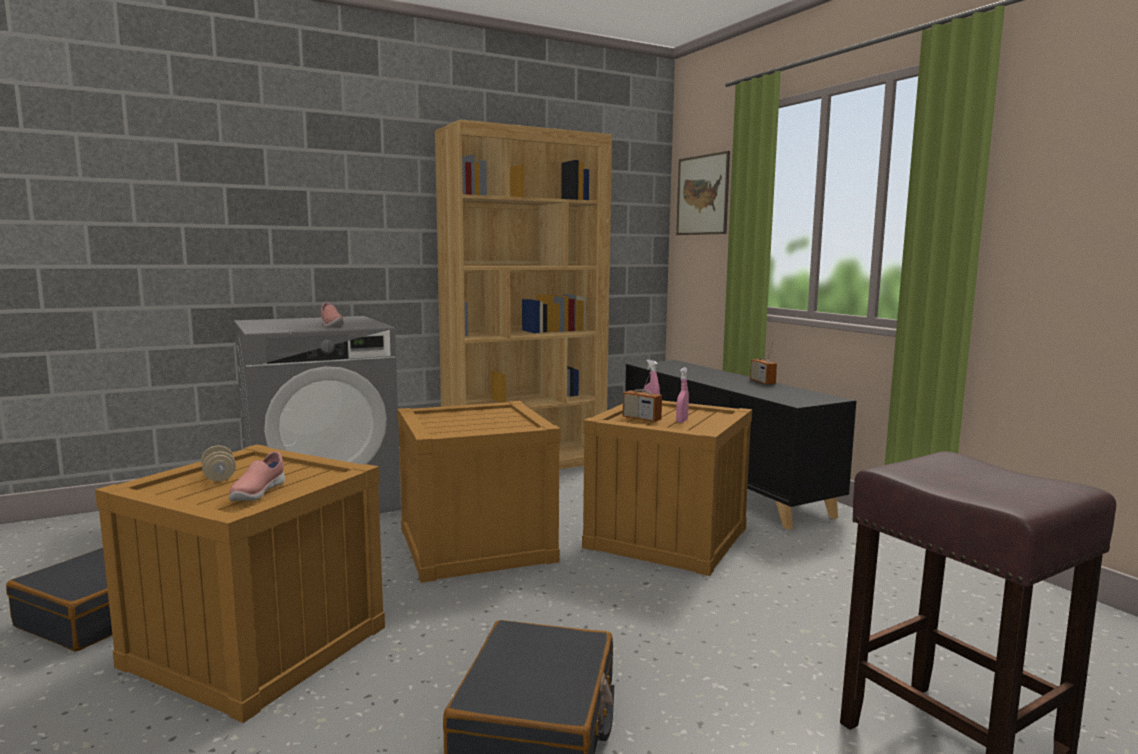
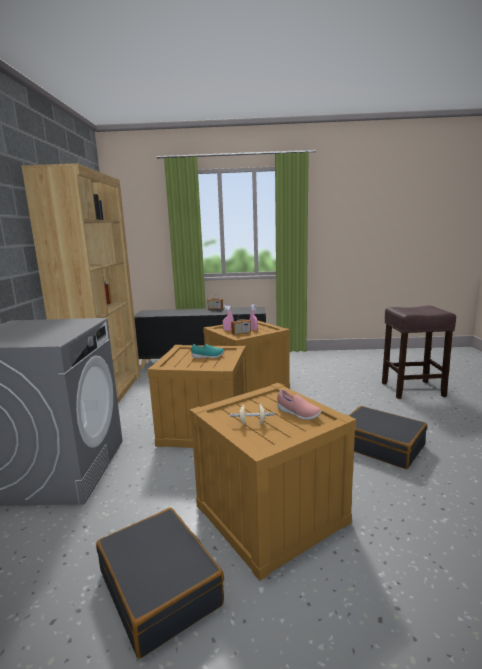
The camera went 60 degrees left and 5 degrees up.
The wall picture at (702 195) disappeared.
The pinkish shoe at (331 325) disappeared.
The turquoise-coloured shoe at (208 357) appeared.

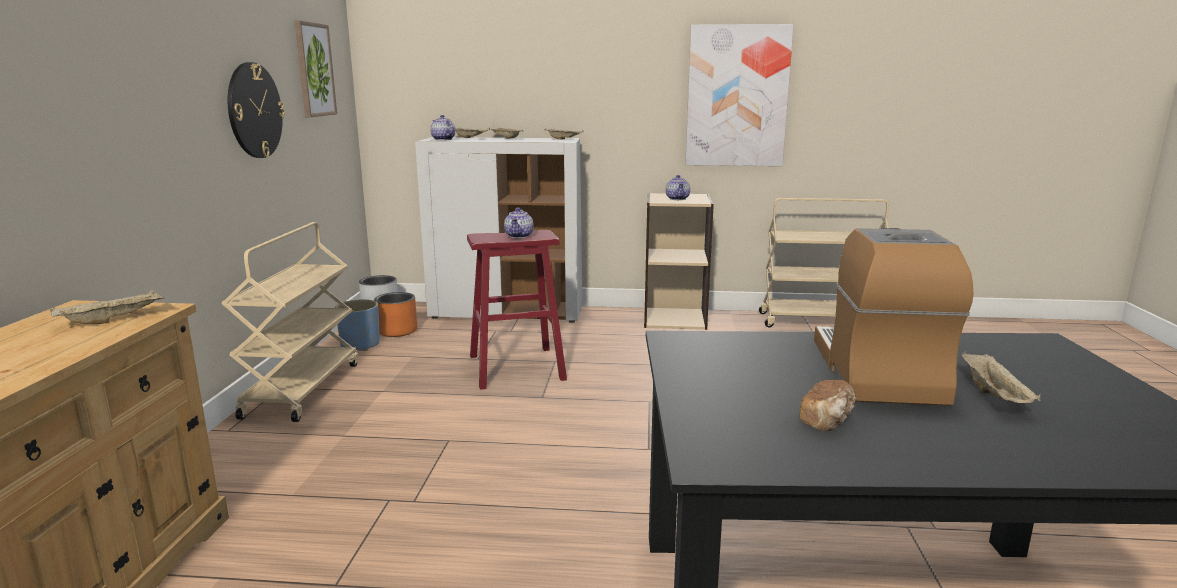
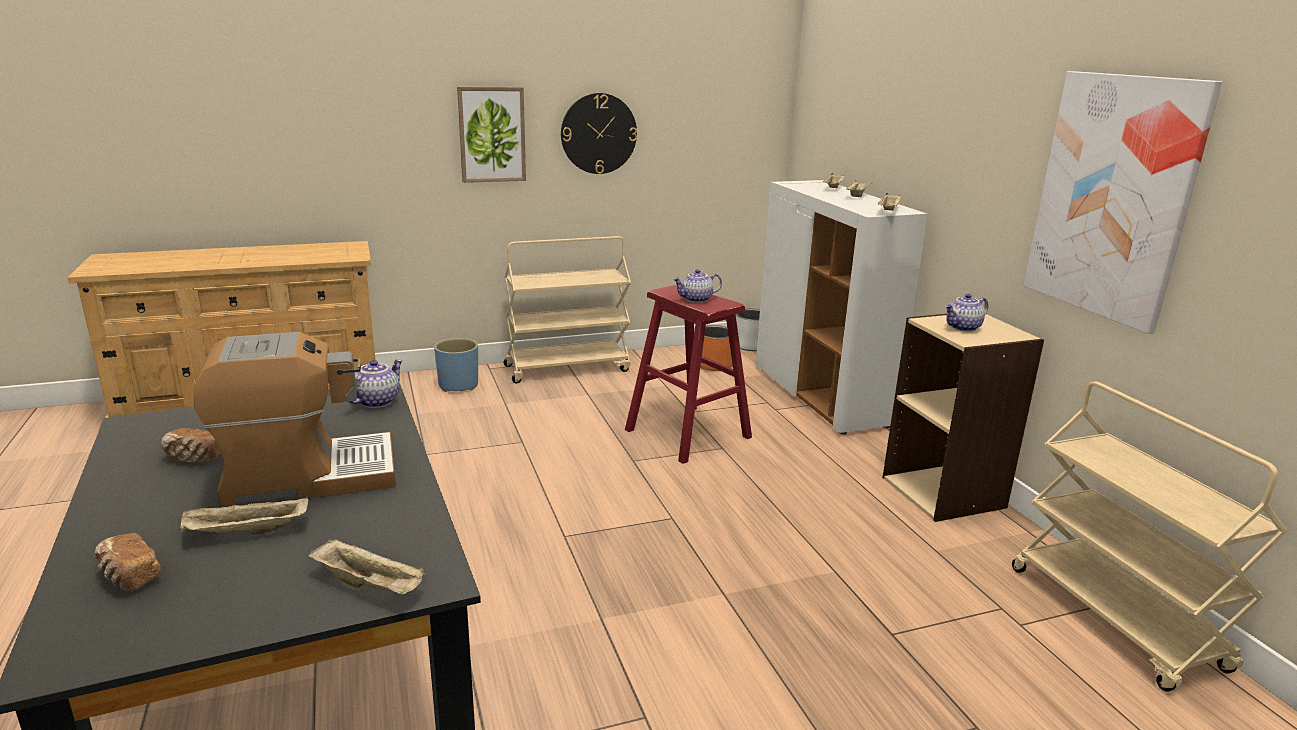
The camera went 65 degrees right and 5 degrees up.
The wall picture moved from (314 70) to (492 134).
The tea pot moved from (442 139) to (376 401).
The beige-coloured tray moved from (113 319) to (370 585).
The bluish plant pot moved from (360 345) to (459 385).
The bread at (129 577) appeared.

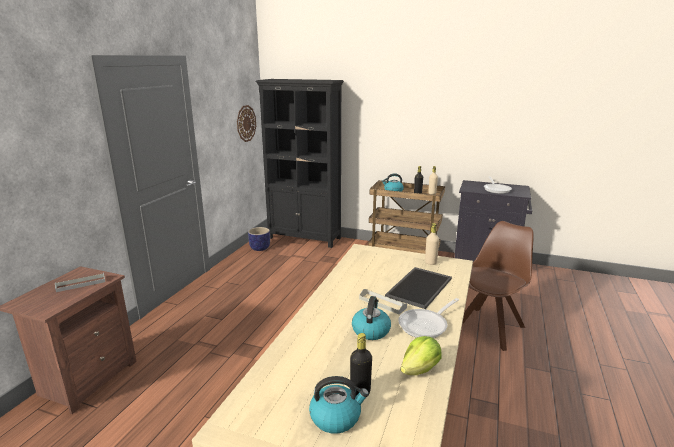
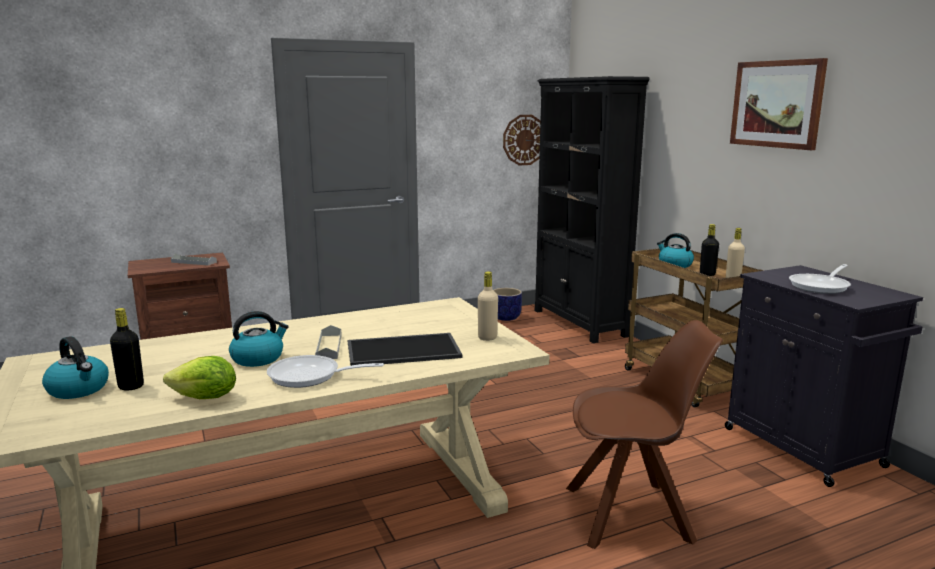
The camera went 45 degrees right and 5 degrees down.
The wall picture at (777 104) appeared.

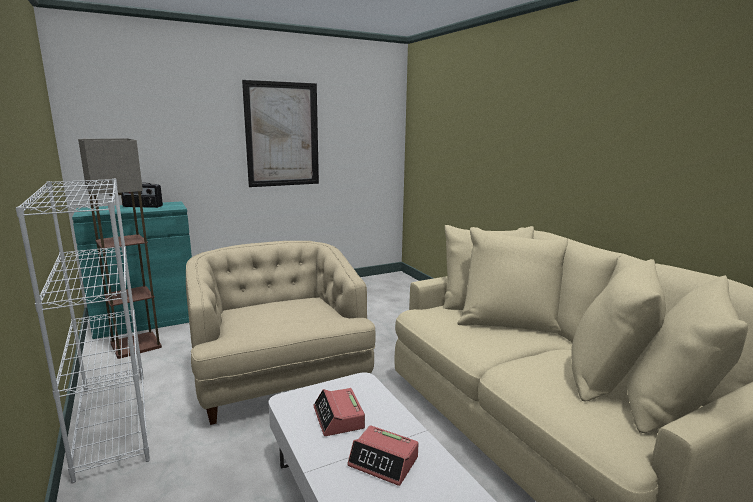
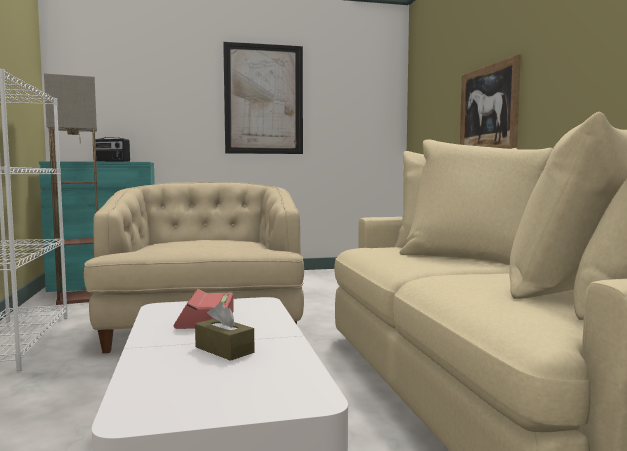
The camera went 15 degrees right and 10 degrees down.
The alarm clock at (384 462) was replaced by the brownish tissue holder at (224 350).
The wall picture at (488 109) appeared.

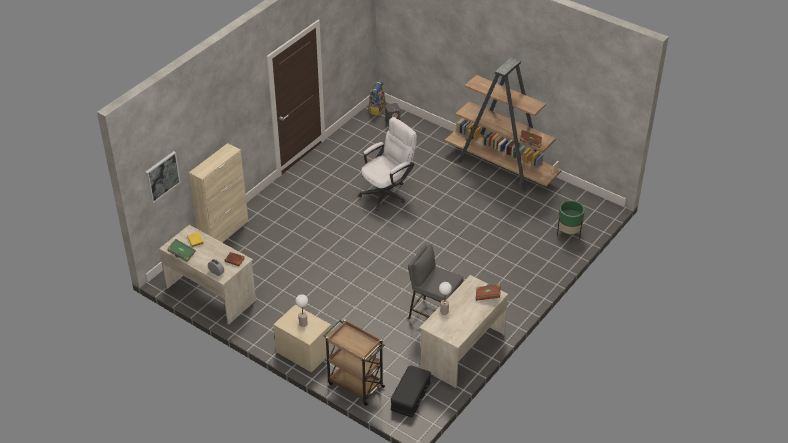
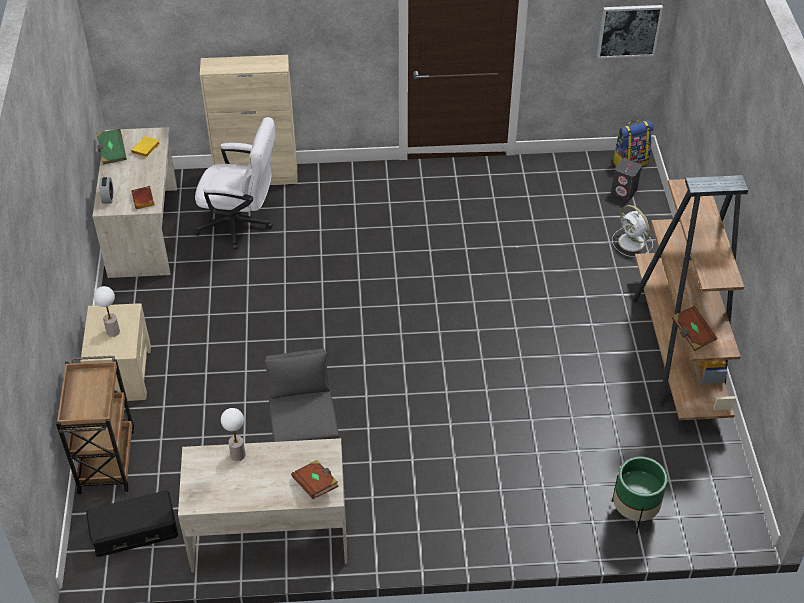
The camera went 50 degrees right and 5 degrees up.
The white-coloured desk chair moved from (387 192) to (241 224).
The wall picture moved from (162 176) to (628 30).
The white-coloured fan at (632 243) appeared.

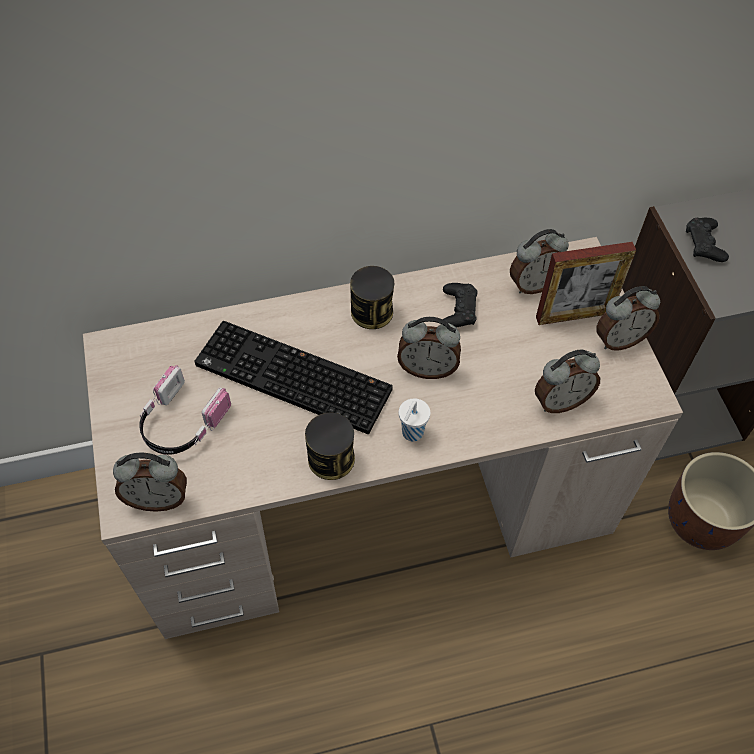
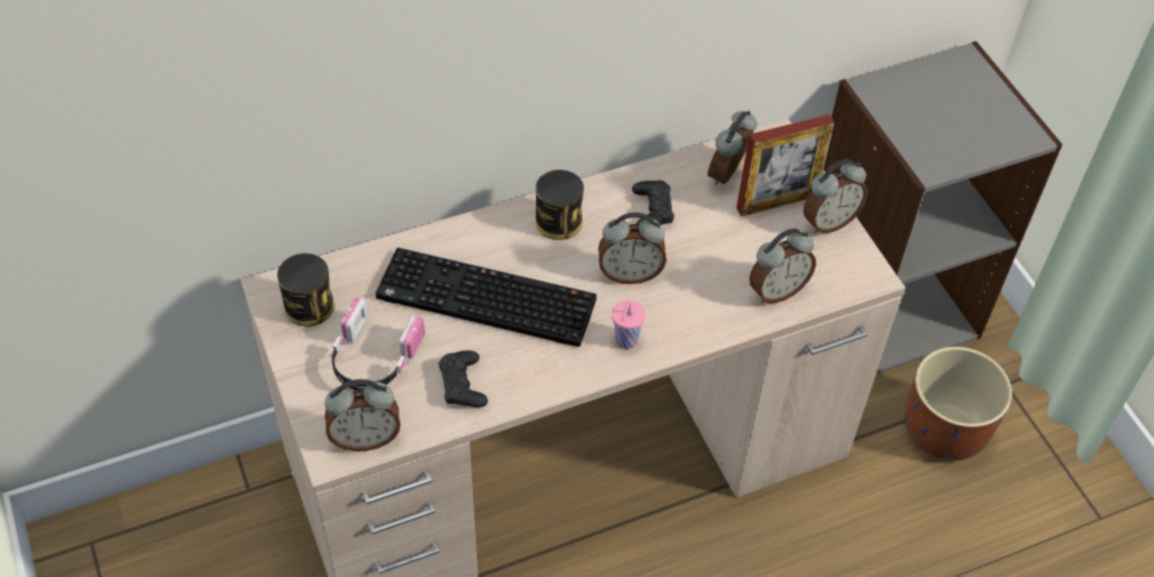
The camera went 10 degrees left and 5 degrees down.
The black-coloured gamepad moved from (704 244) to (463 384).
The alarm clock at (534 284) turned 150 degrees clockwise.
The white-coloured small cup at (411 433) became the pinkish small cup at (625 341).
The sealed can moved from (331 459) to (309 306).

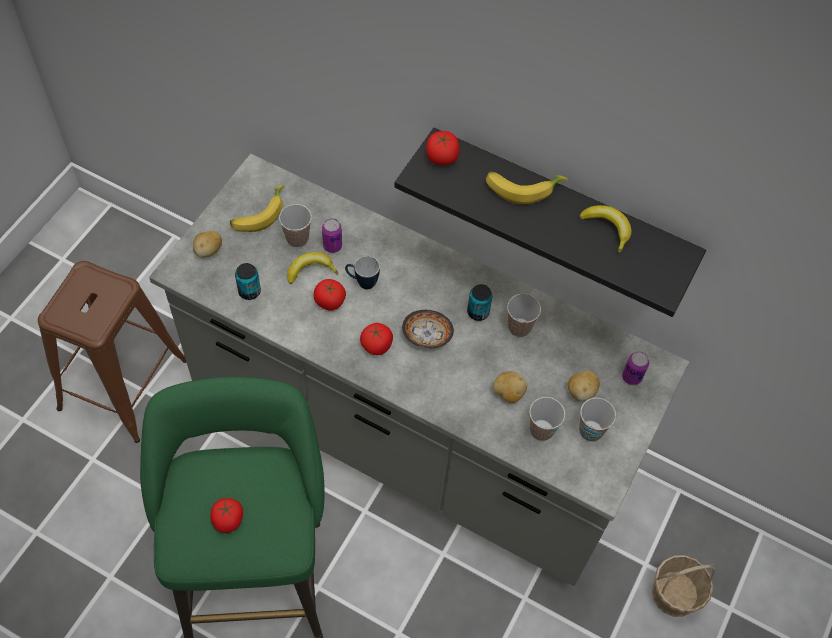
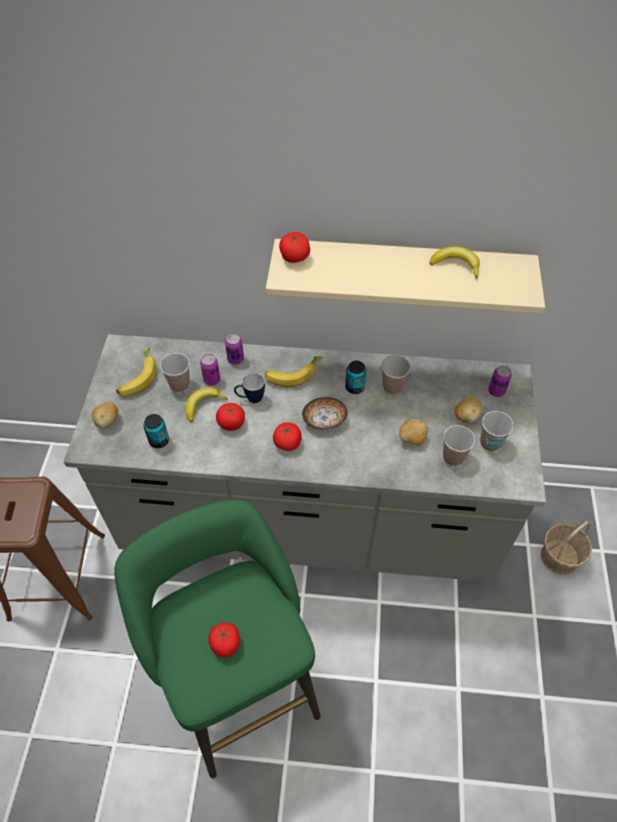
The camera went 20 degrees left and 5 degrees down.
The black-coloured shelf at (559 211) became the beige-coloured shelf at (401 274).
The banana fruit moved from (522 187) to (293 374).
The sealed can at (235 359) appeared.

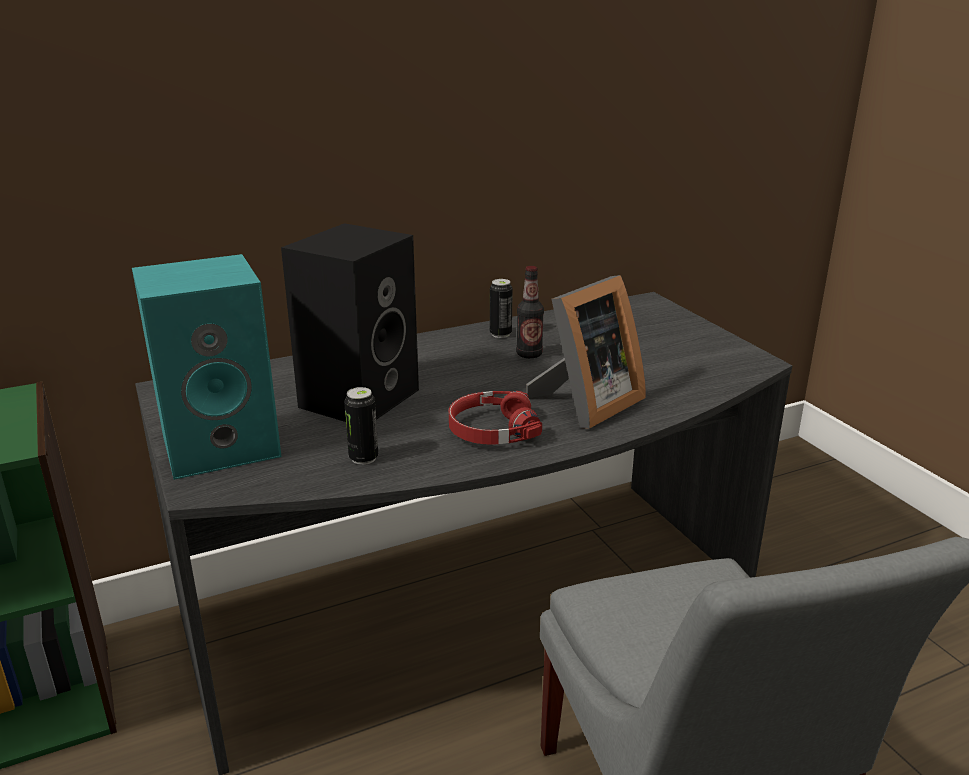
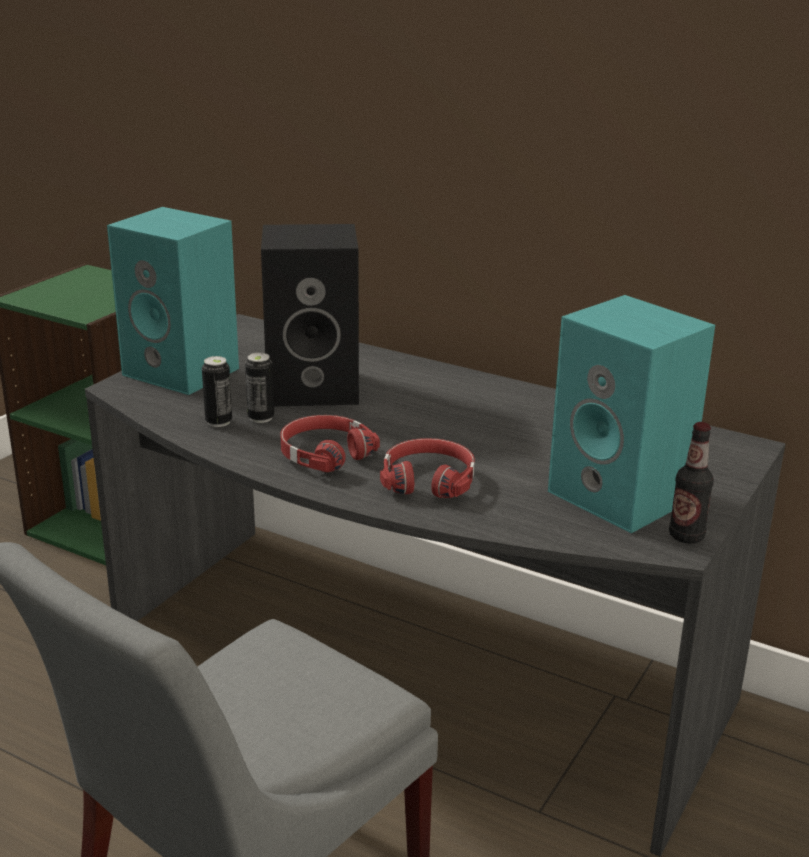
The camera went 55 degrees right and 0 degrees up.
The drink bottle moved from (529 354) to (686 536).
The photo frame at (585 404) was replaced by the red pair of headphones at (429 480).
The sealed can moved from (500 334) to (261 418).
The turquoise-coloured speaker at (623 496) appeared.

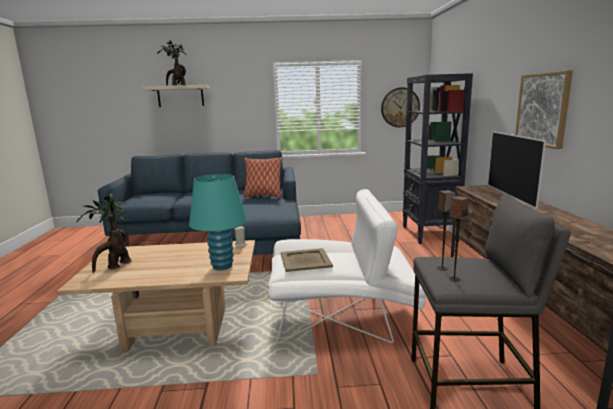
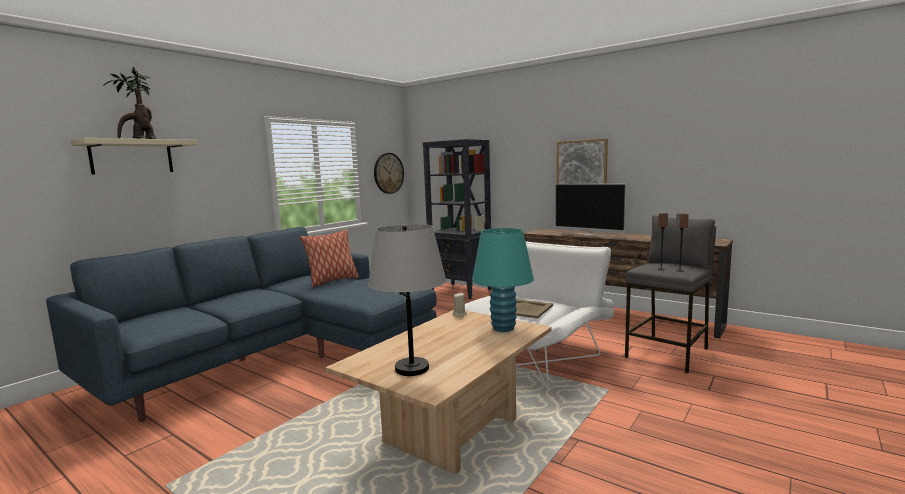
The camera went 50 degrees left and 5 degrees down.
The potted plant at (115 266) was replaced by the gray tabletop lamp at (412 368).

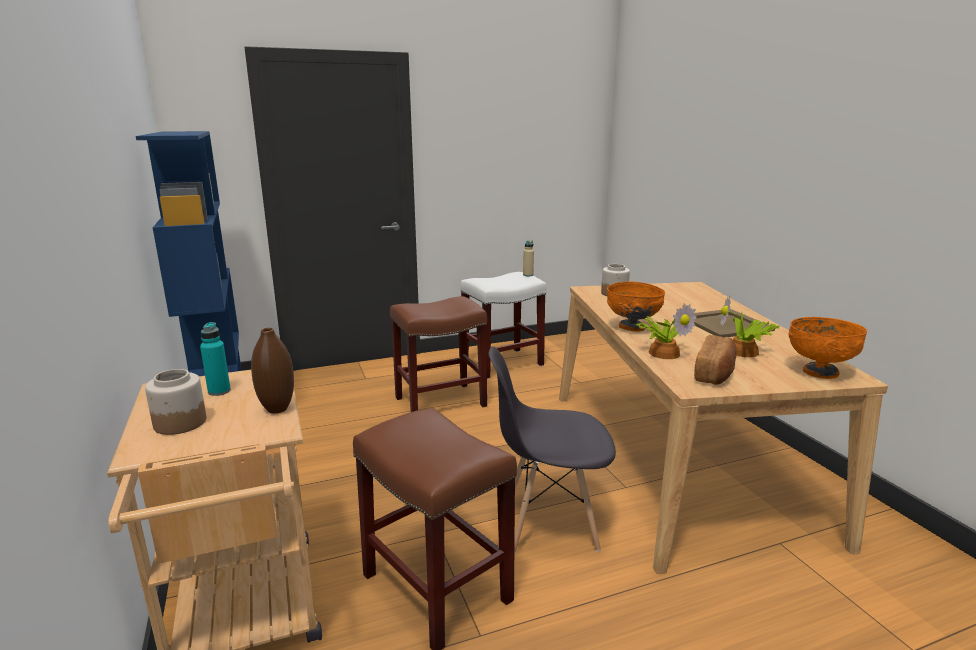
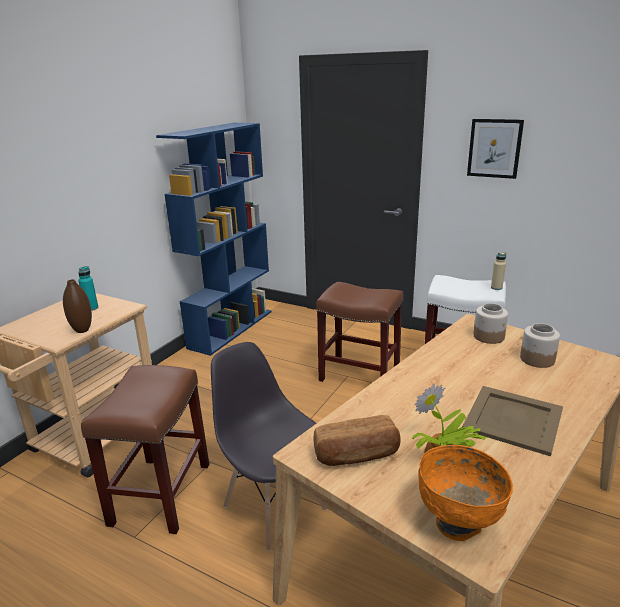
The camera went 50 degrees right and 5 degrees up.
The orange-coloured serving bowl at (632 328) disappeared.
The potted plant at (663 352) disappeared.
The preserve jar moved from (179 423) to (536 359).
The wall picture at (494 148) appeared.

